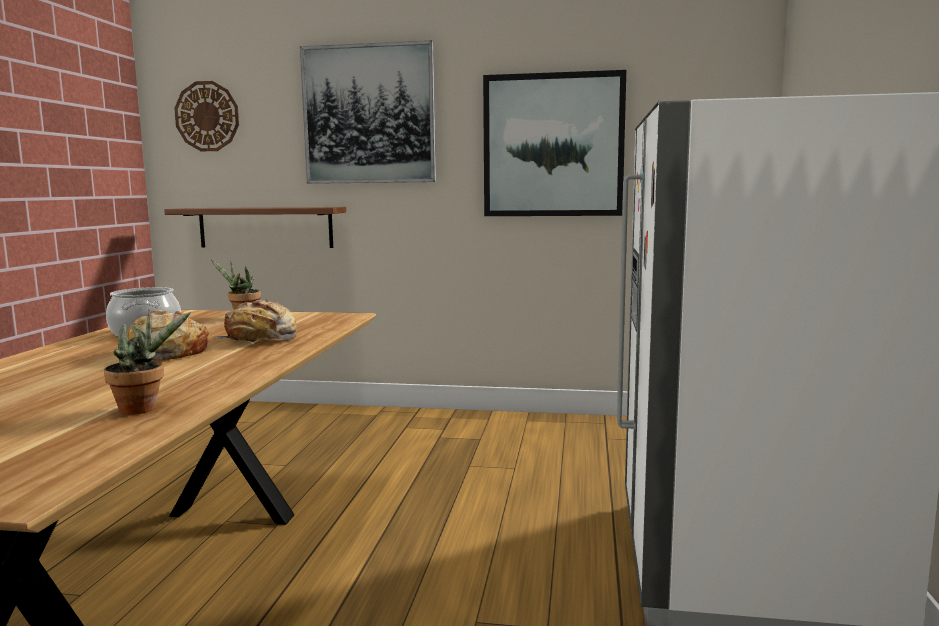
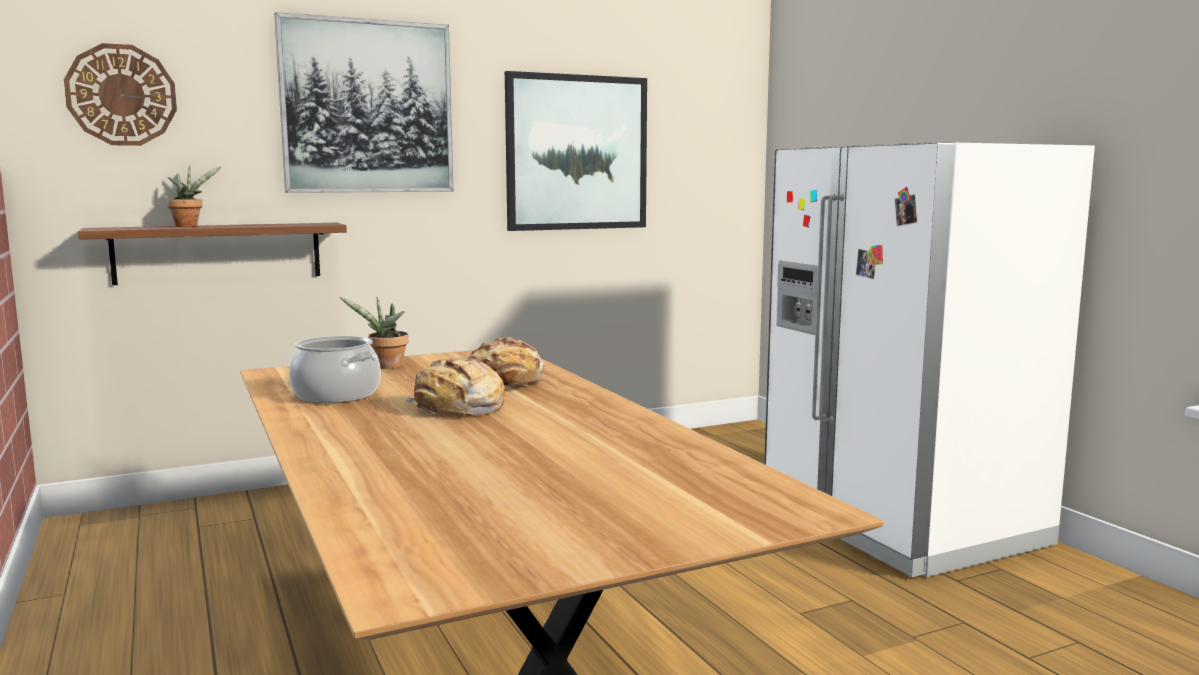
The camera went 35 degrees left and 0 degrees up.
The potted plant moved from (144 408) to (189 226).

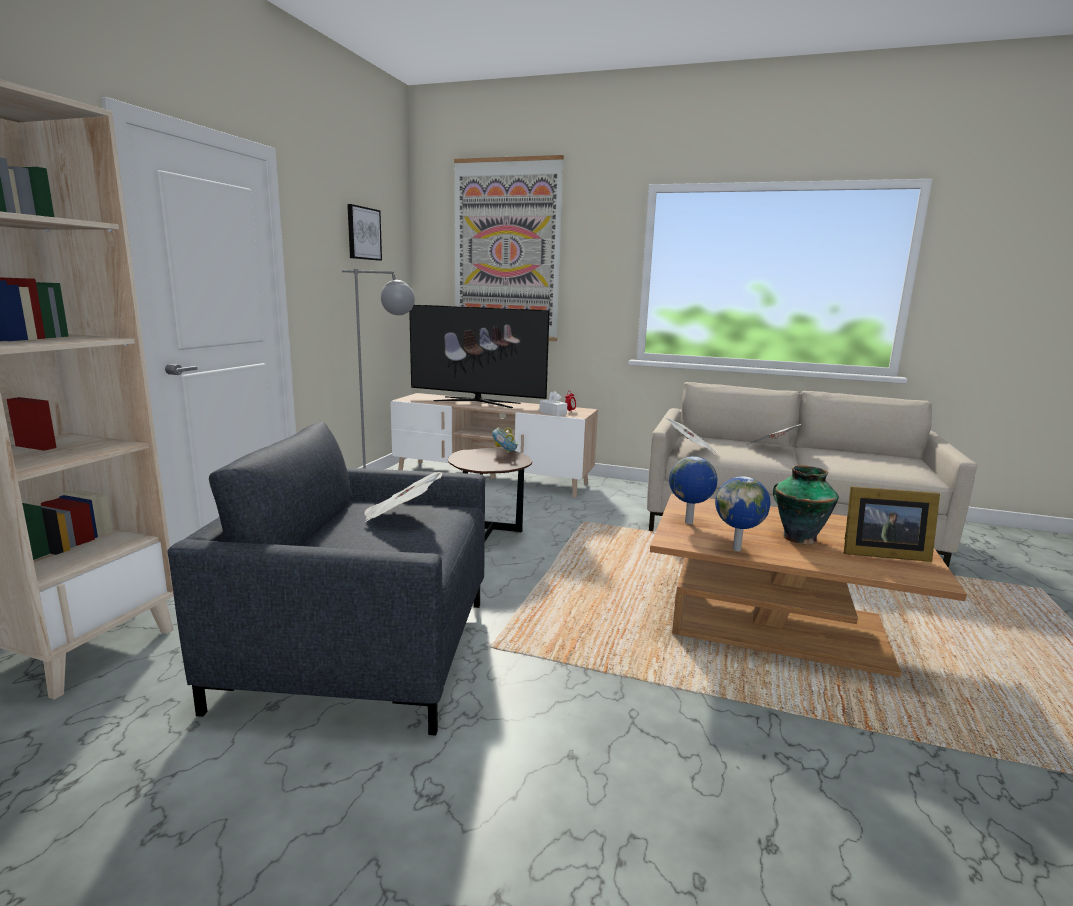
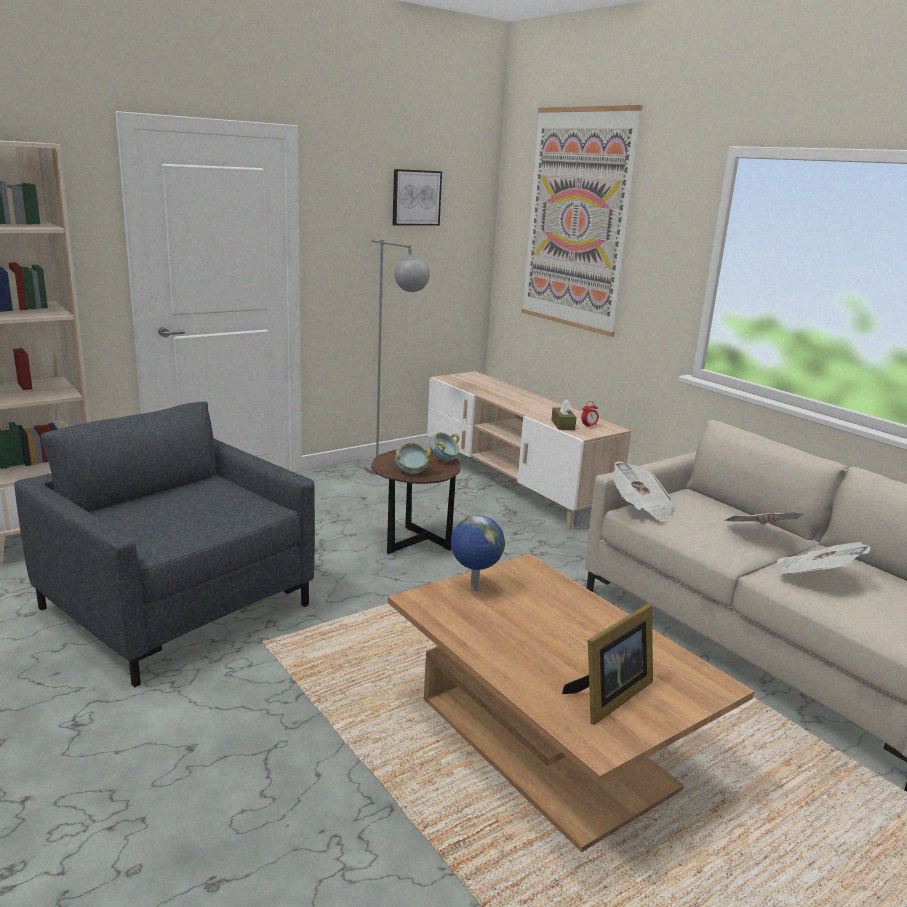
The camera went 35 degrees right and 5 degrees up.
The TV at (477 402) disappeared.
The white-coloured tissue holder at (553 413) became the brownish tissue holder at (563 425).
The vase at (798 537) disappeared.
The daily paper moved from (400 517) to (814 577).
The world globe at (737 549) disappeared.
The photo frame at (880 553) turned 90 degrees counterclockwise.
The serving bowl at (411 473) appeared.

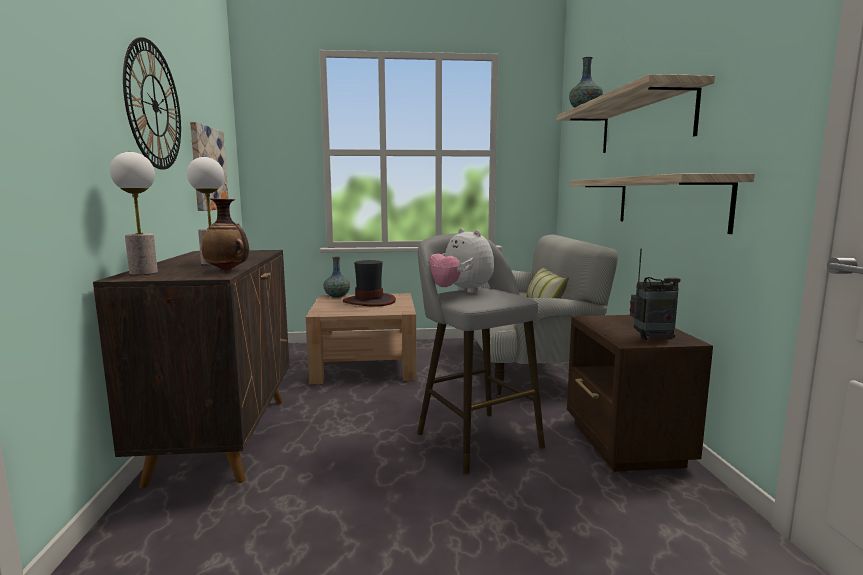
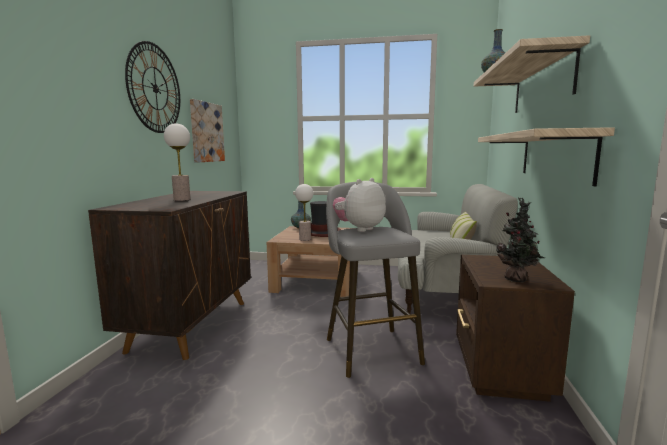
The camera went 15 degrees right and 0 degrees up.
The tabletop lamp moved from (144 273) to (305 239).
The vase at (228 270) disappeared.
The soft toy at (461 292) turned 60 degrees clockwise.
The radio set at (652 339) was replaced by the potted plant at (517 280).

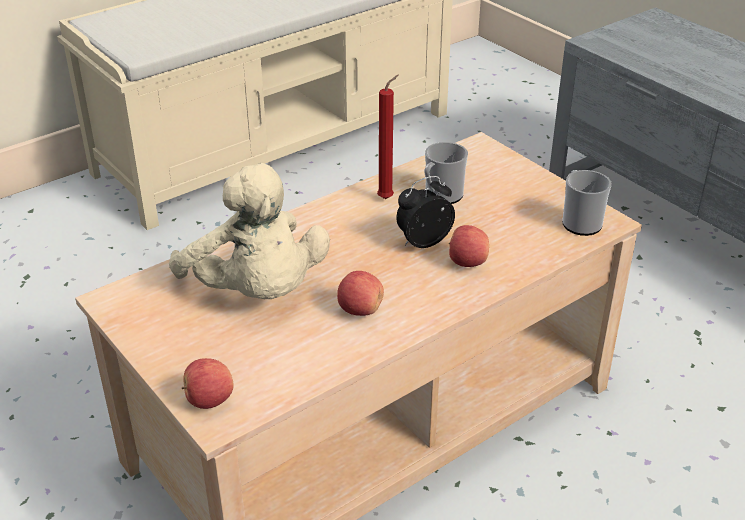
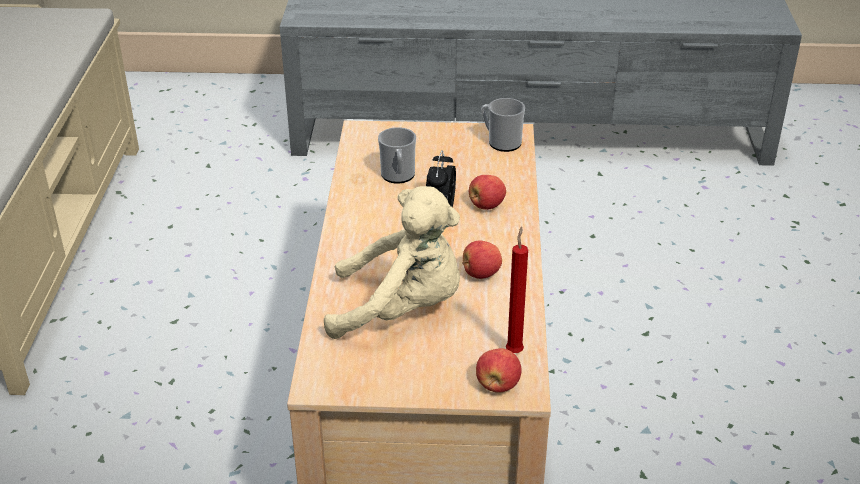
The camera went 50 degrees left and 0 degrees up.
The red wax candle moved from (387 198) to (514 350).

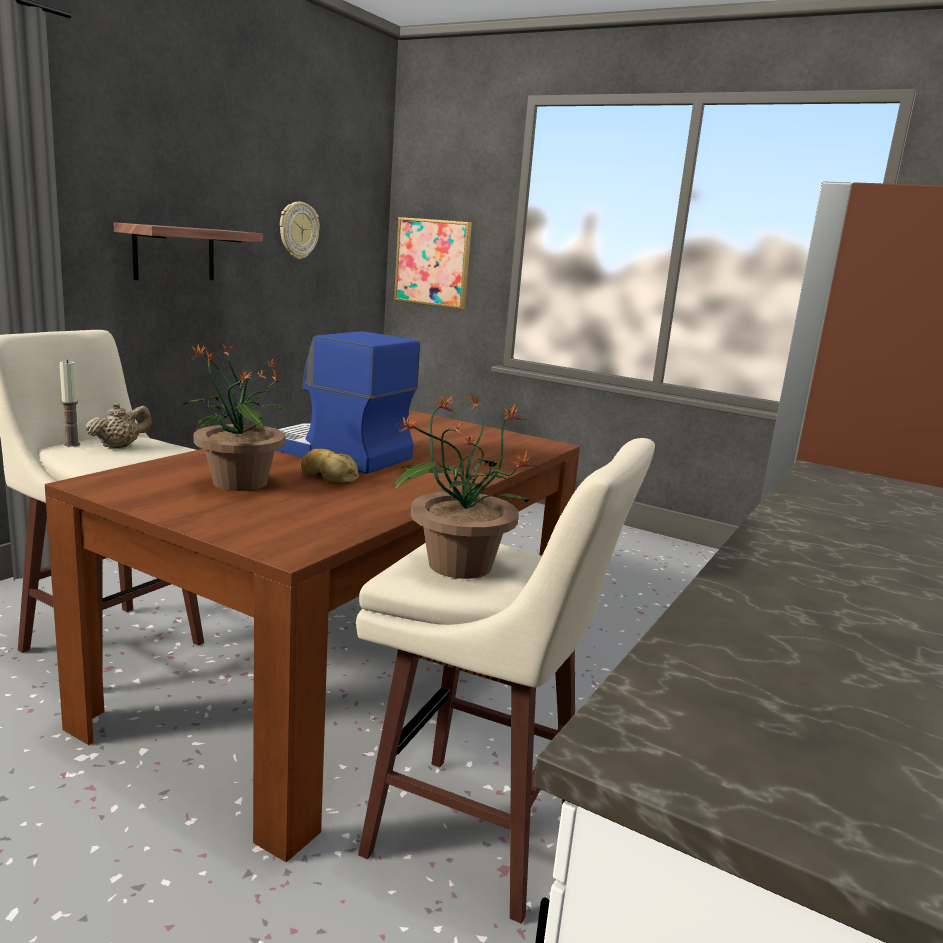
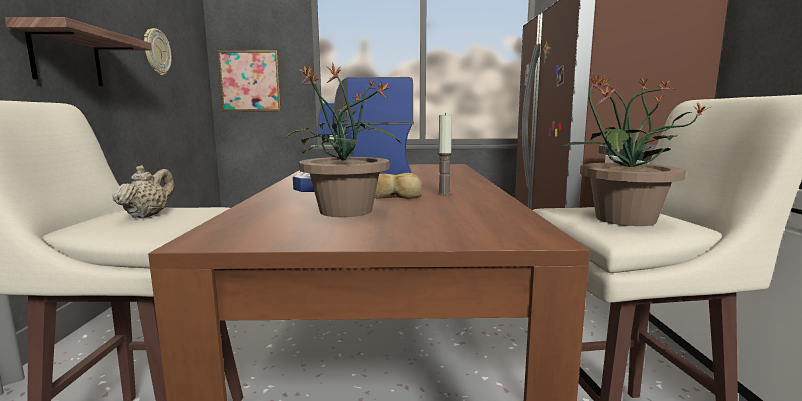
The camera went 30 degrees left and 5 degrees down.
The wax candle moved from (72 444) to (444 194).

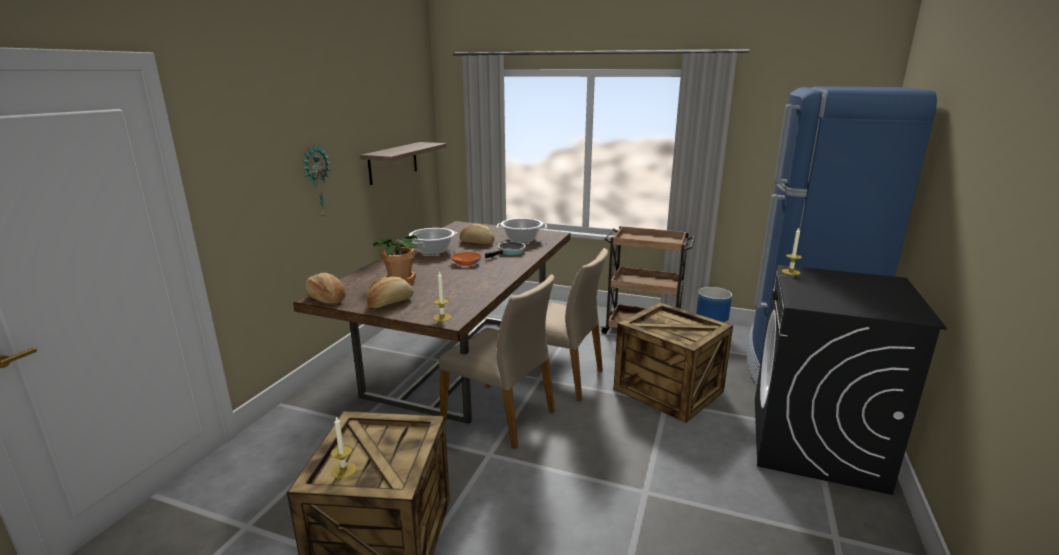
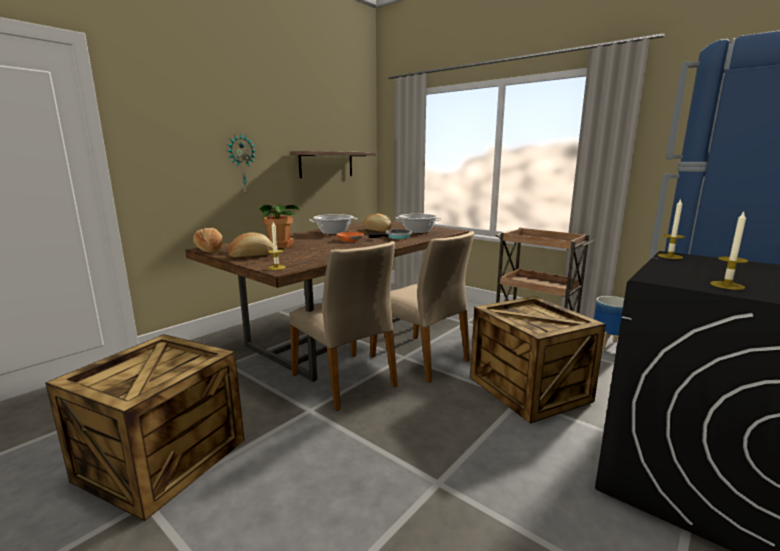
The camera went 20 degrees right and 5 degrees down.
The wax candle moved from (344 470) to (727 285).

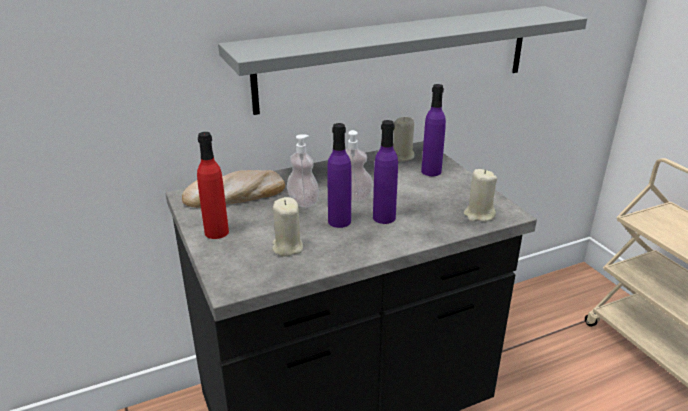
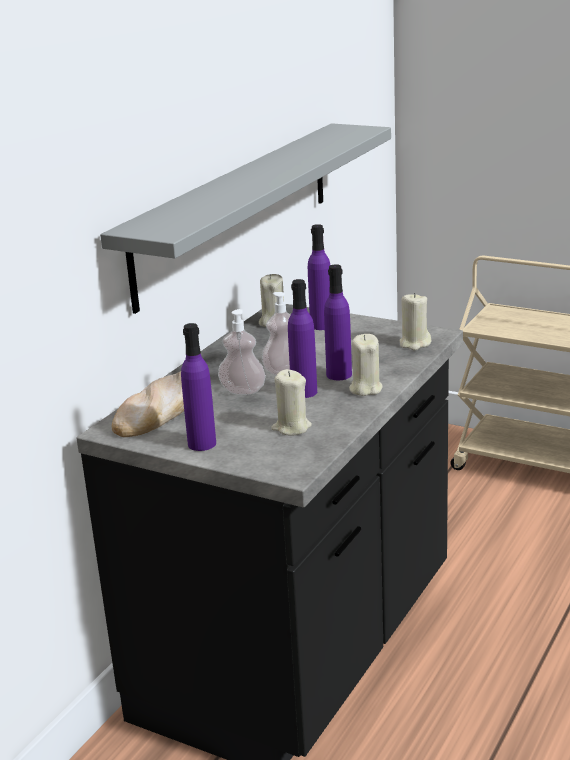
The camera went 35 degrees left and 5 degrees down.
The red drink bottle at (216 232) became the purplish drink bottle at (202 444).
The beige-coloured wax candle at (365 389) appeared.

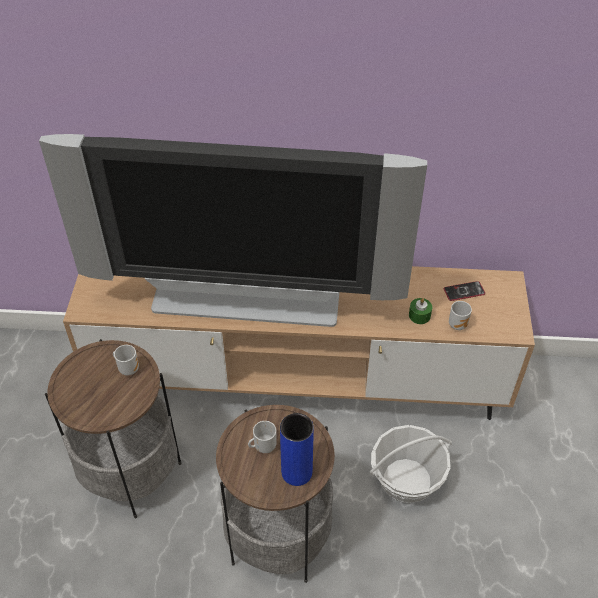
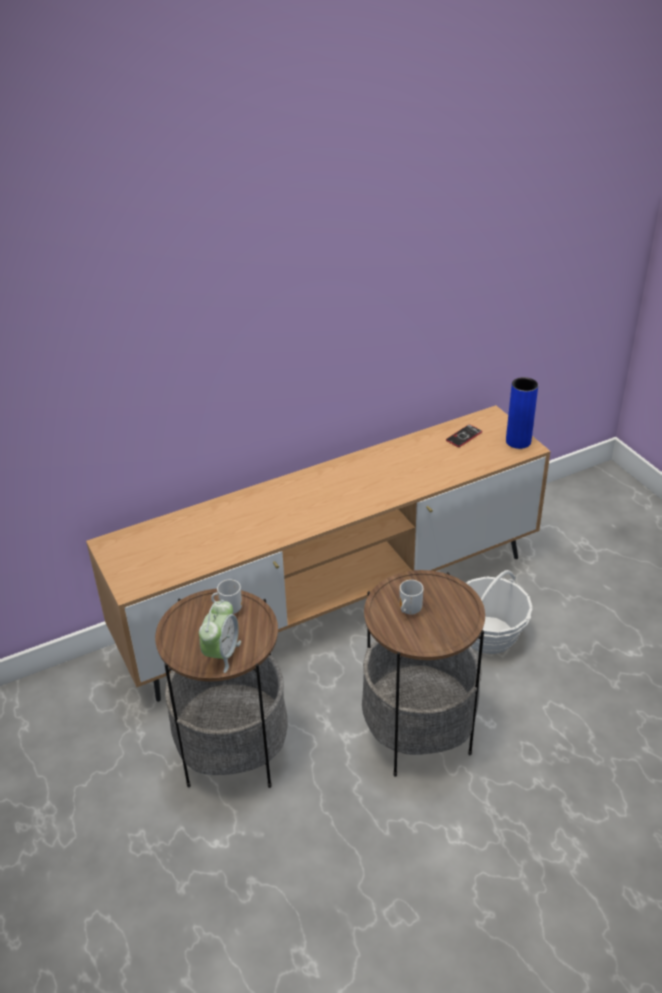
The camera went 30 degrees left and 10 degrees down.
The TV at (246 300) disappeared.
The green wax candle at (419 315) disappeared.
The tea mug at (458 324) disappeared.
The bluish vase moved from (296 472) to (518 441).
The alarm clock at (222 654) appeared.

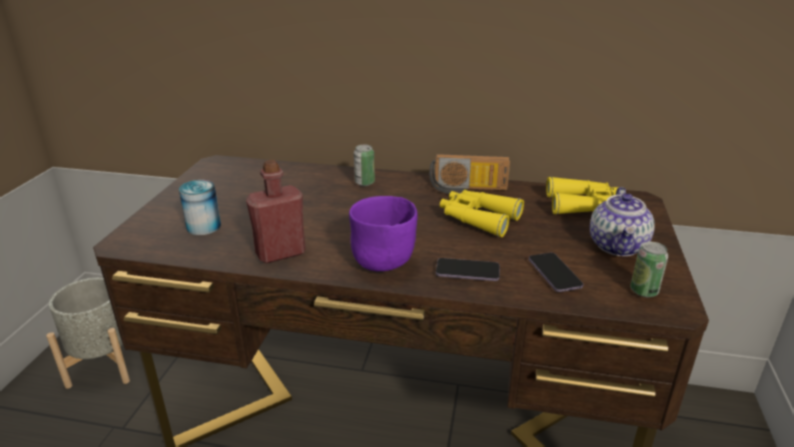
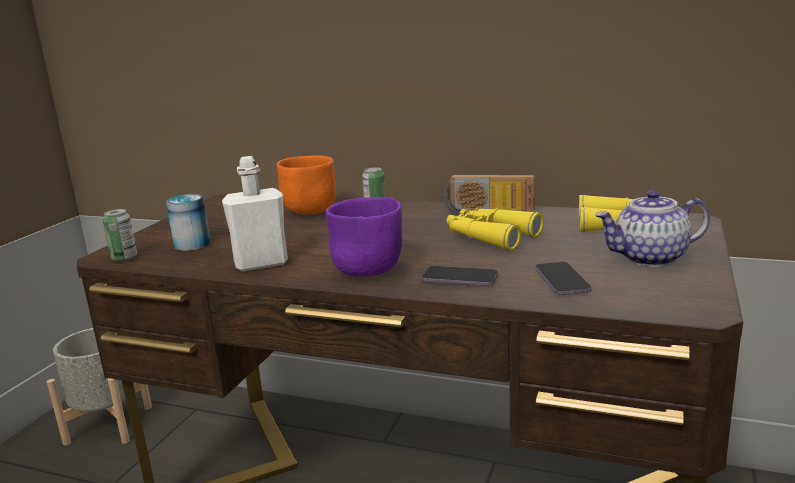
The camera went 10 degrees right and 10 degrees down.
The red drink bottle at (280 253) became the white-coloured drink bottle at (261 264).
The tea pot at (618 246) turned 60 degrees clockwise.
The sealed can moved from (644 291) to (124 258).
The orange-coloured serving bowl at (310 212) appeared.

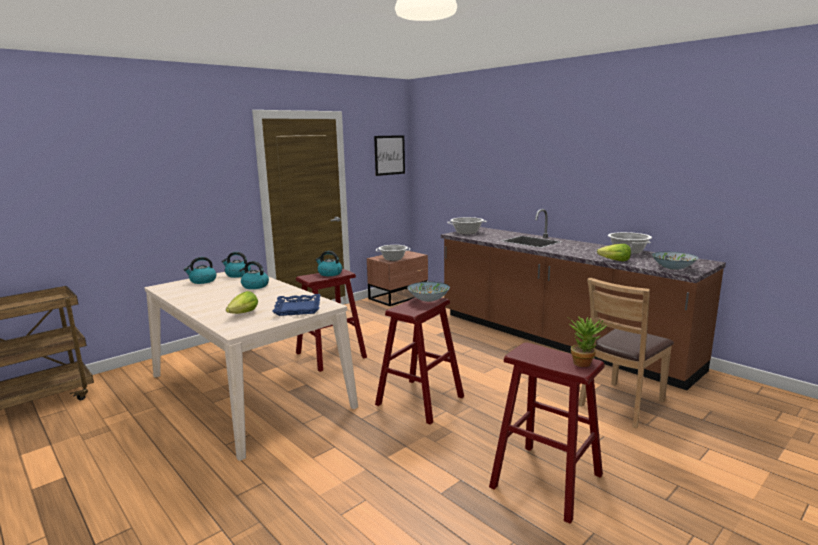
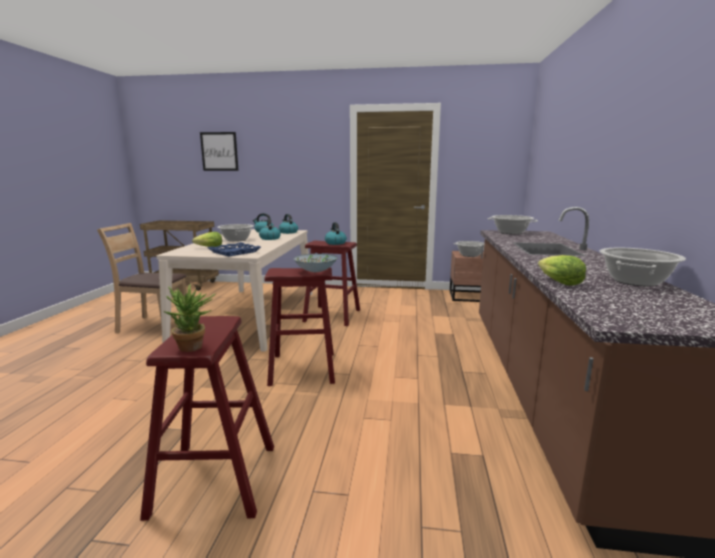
The camera went 50 degrees right and 0 degrees up.
The wall picture moved from (389 155) to (219 151).
The serving bowl at (673 268) disappeared.
The brownish chair moved from (622 404) to (153 326).
The saucepot at (236 240) appeared.

